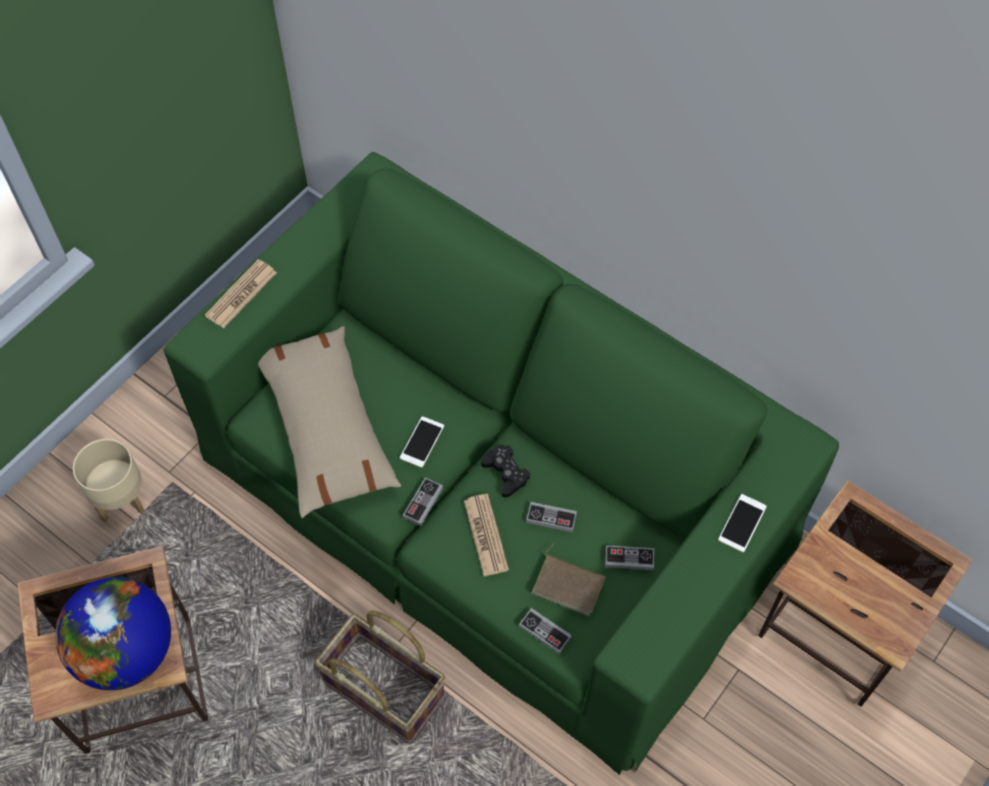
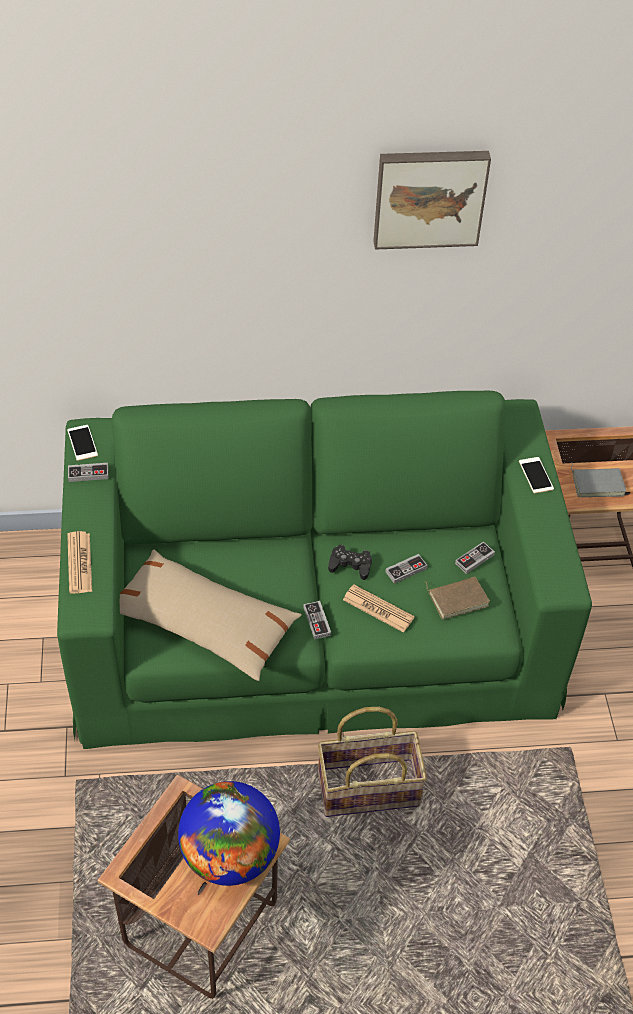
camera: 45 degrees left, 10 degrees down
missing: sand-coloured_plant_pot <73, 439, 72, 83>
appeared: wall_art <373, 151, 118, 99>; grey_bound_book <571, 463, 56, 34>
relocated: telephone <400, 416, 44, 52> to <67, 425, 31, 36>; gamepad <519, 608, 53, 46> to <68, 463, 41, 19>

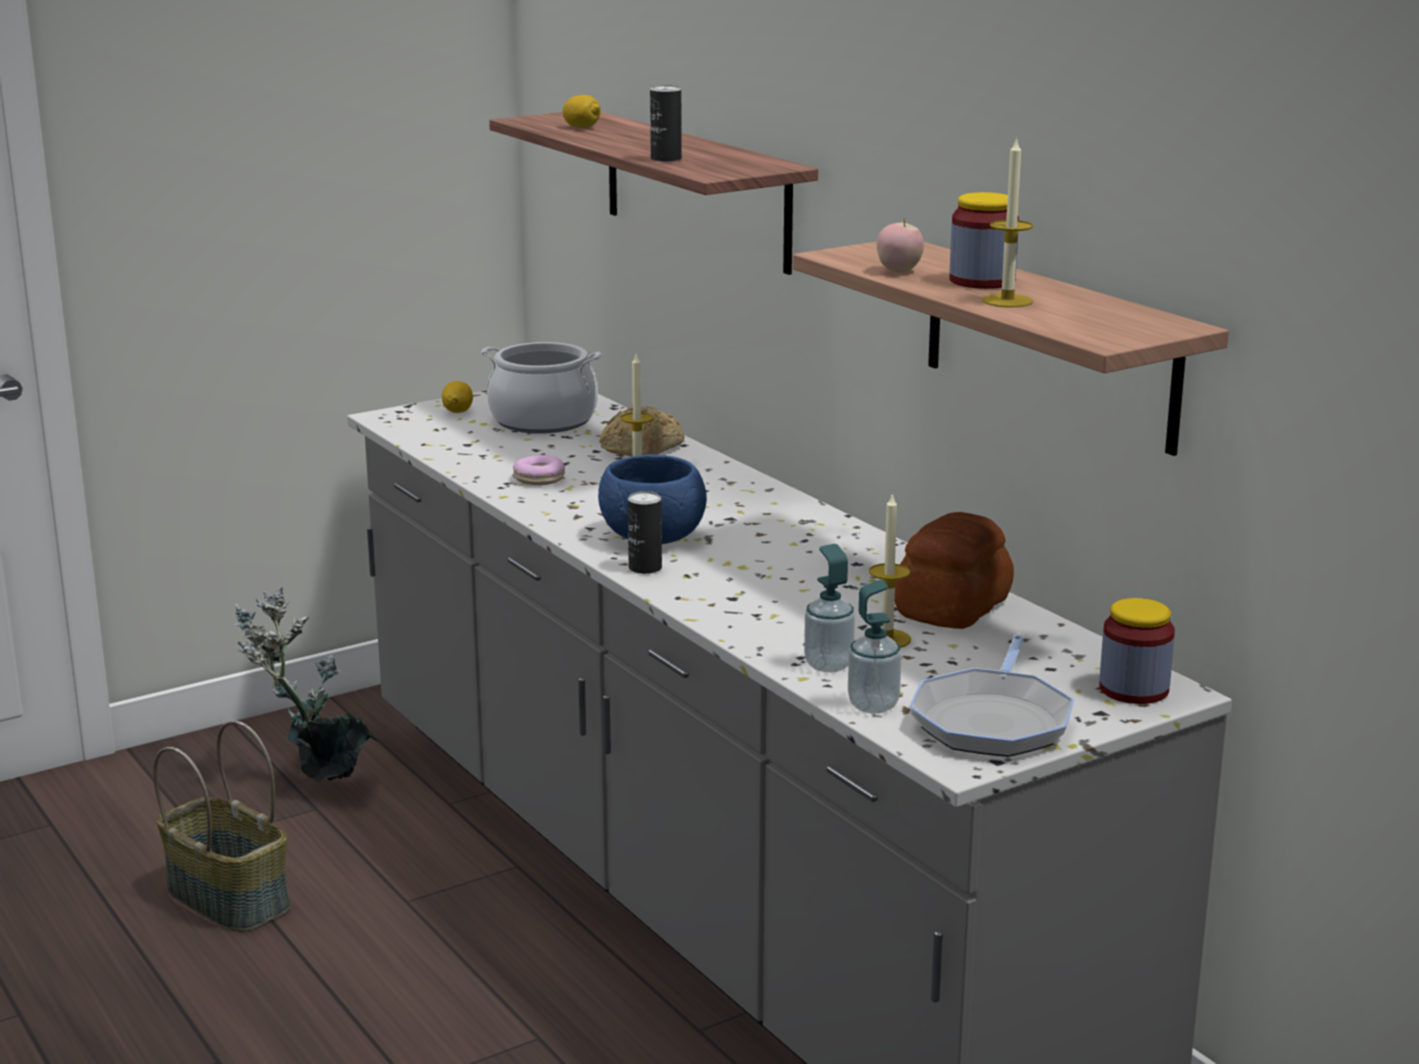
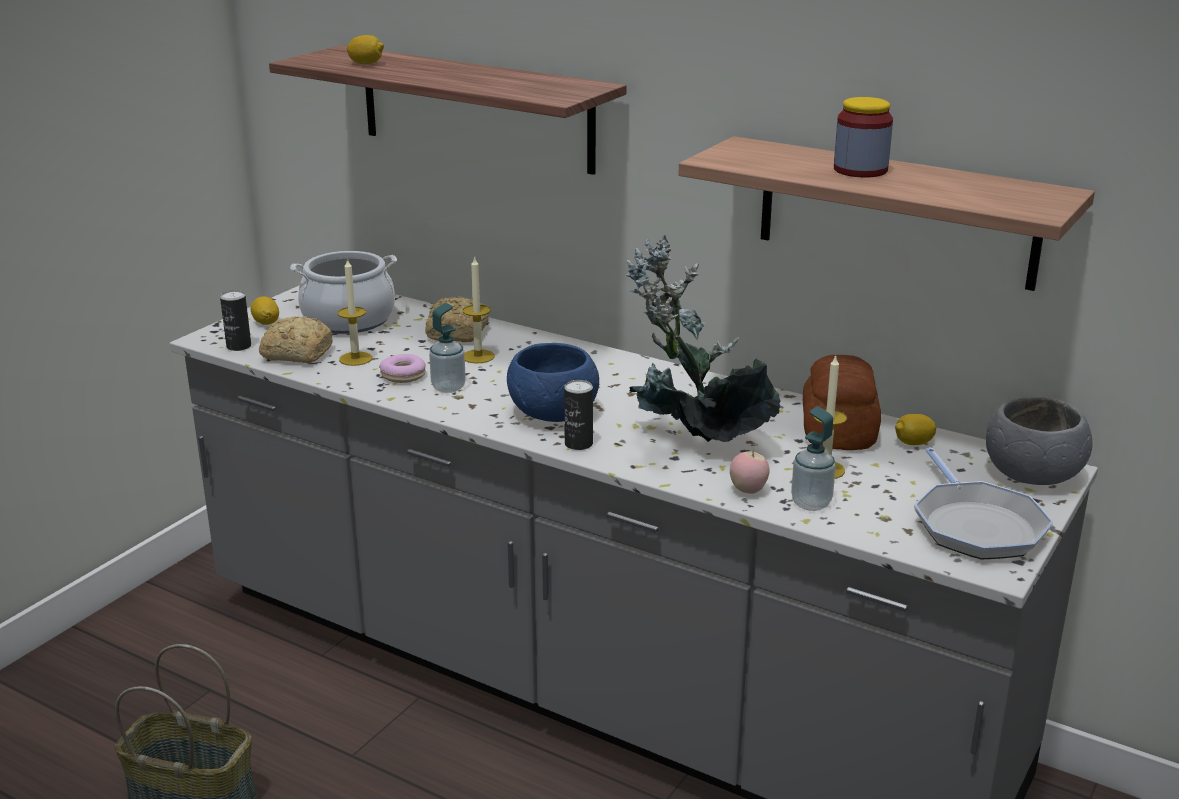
camera: 25 degrees left, 5 degrees up
appeared: bread <259, 316, 74, 47>; citrus_fruit <895, 414, 41, 31>
relocated: potted_plant <234, 587, 144, 195> to <625, 235, 155, 207>; can <650, 85, 32, 77> to <220, 290, 31, 61>; soap_bottle <848, 580, 54, 133> to <429, 303, 37, 90>; apple <877, 218, 47, 55> to <730, 451, 40, 43>; wax_light <982, 137, 52, 171> to <338, 258, 34, 108>
exchanged: preserve_jar <1099, 598, 76, 106> to grey_serving_bowl <986, 397, 107, 88>

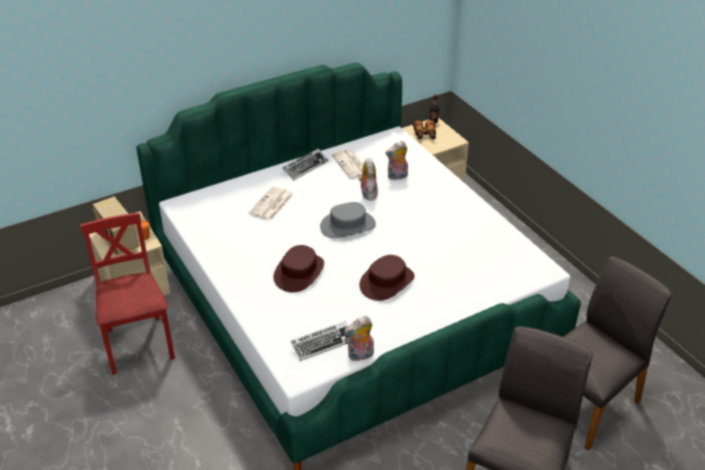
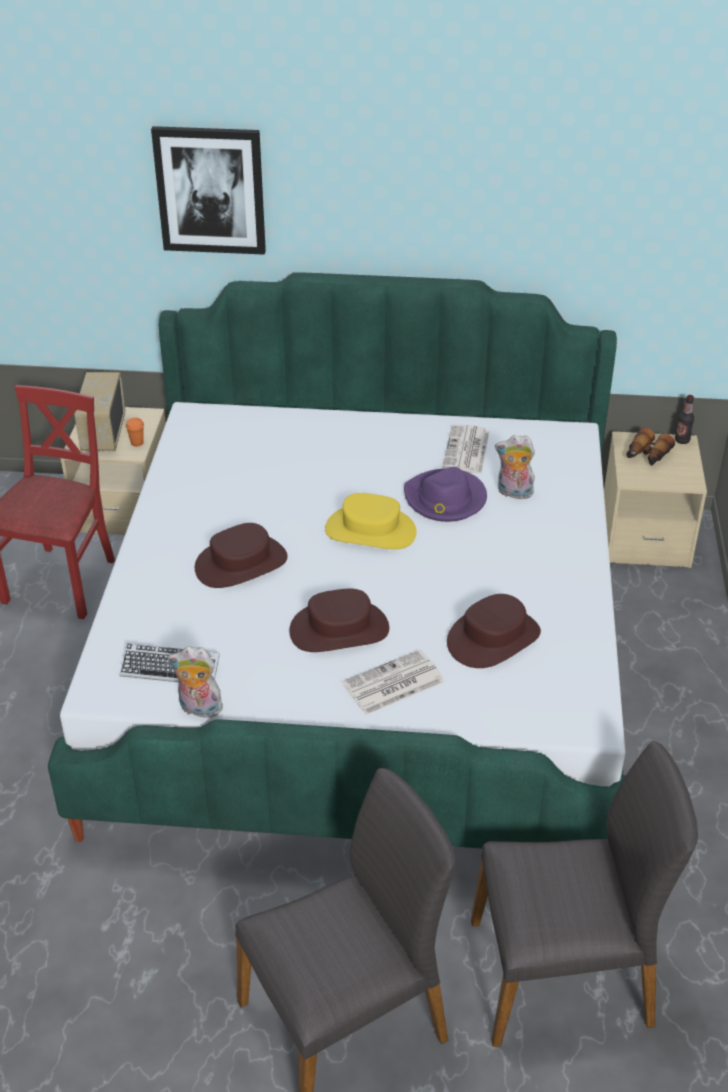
camera: 35 degrees right, 0 degrees up
missing: PC_keyboard <282, 149, 47, 32>
appeared: wall_art <151, 126, 115, 129>; brown_clothing_hat <447, 594, 94, 74>
relocated: daily_paper <249, 186, 45, 35> to <342, 650, 103, 65>
exchanged: soft_toy <359, 157, 19, 44> to purple-coloured_clothing_hat <404, 467, 83, 55>
colour: grey_clothing_hat <320, 202, 56, 36> to yellowish_clothing_hat <325, 493, 92, 56>

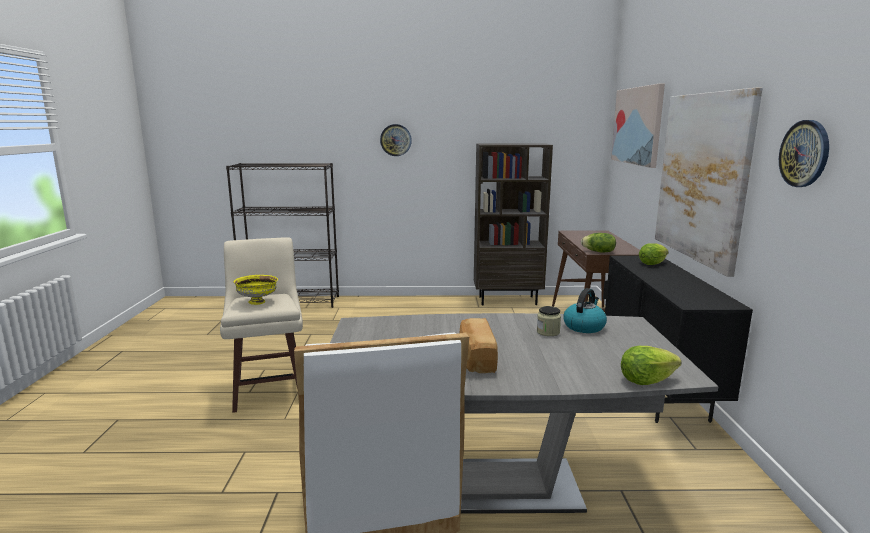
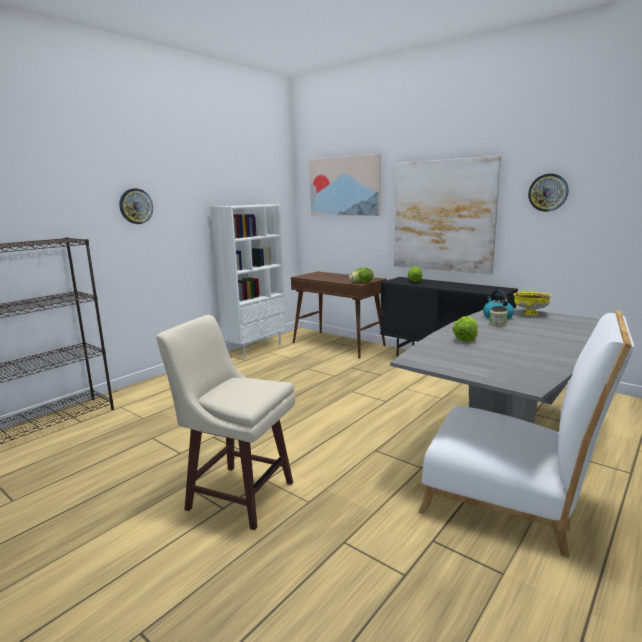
camera: 50 degrees left, 0 degrees up
missing: bread <460, 318, 38, 55>
relocated: yellowish_serving_bowl <234, 275, 44, 30> to <513, 292, 38, 24>; head_of_lettuce <621, 346, 61, 39> to <452, 316, 26, 26>
colour: brown_bookshelf <474, 143, 79, 162> to whitish_bookshelf <210, 204, 76, 154>

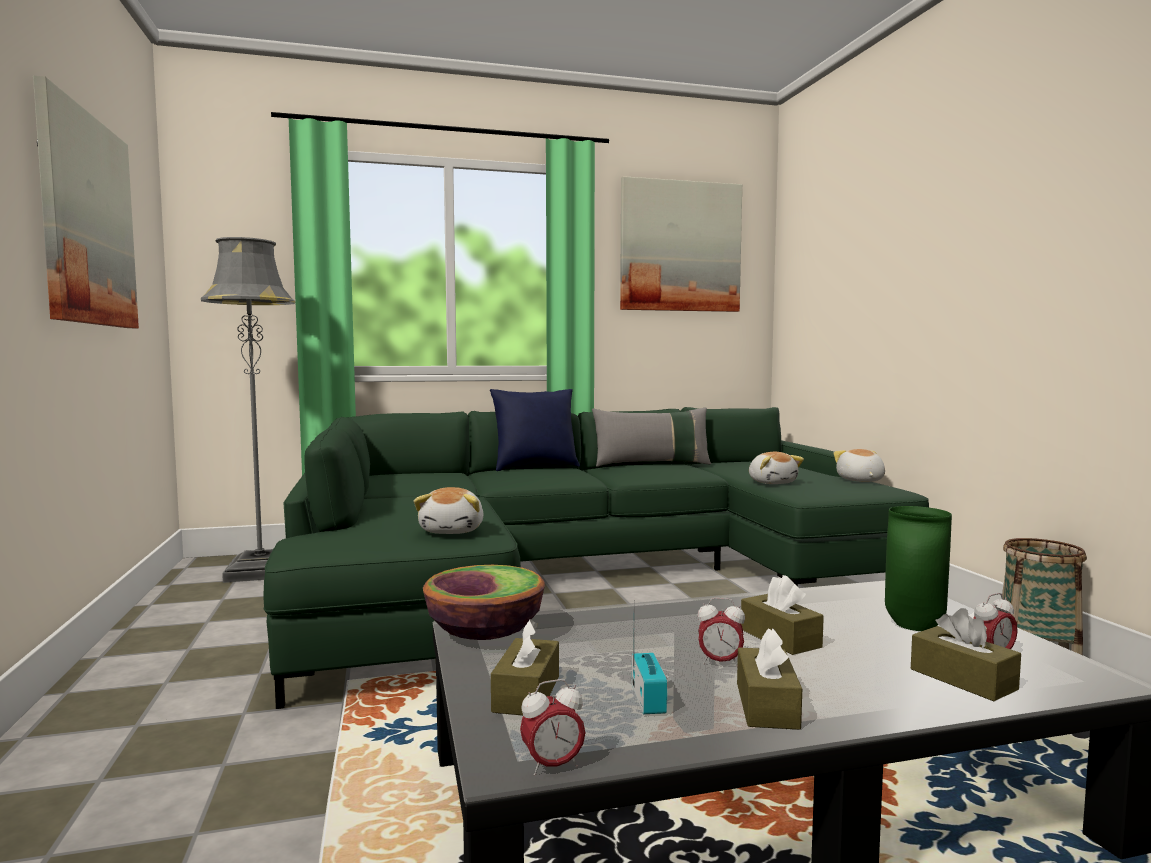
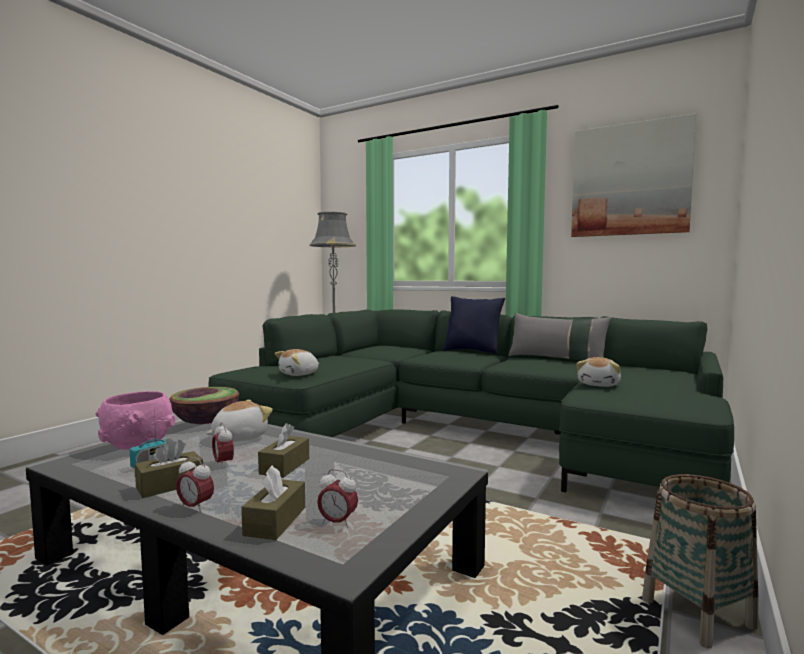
camera: 45 degrees right, 0 degrees up
missing: wall_art <33, 76, 106, 252>; green_vase <885, 506, 67, 125>
relocated: alarm_clock <520, 679, 65, 97> to <176, 457, 38, 56>; soft_toy <833, 449, 52, 33> to <206, 400, 67, 42>
exchanged: brown_tissue_holder <491, 619, 68, 96> to pinkish_serving_bowl <95, 391, 80, 59>

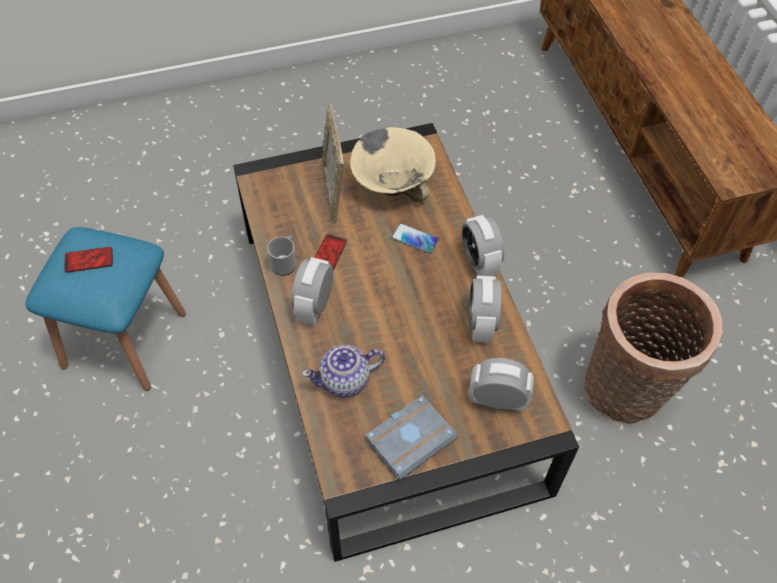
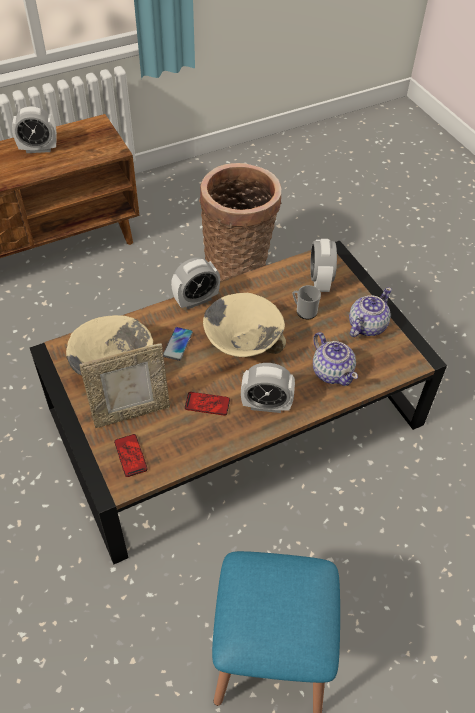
camera: 100 degrees left, 5 degrees down
appeared: sand-coloured_serving_bowl <203, 293, 83, 64>
relocated: telephone <65, 247, 48, 26> to <114, 434, 34, 43>; mug <267, 236, 29, 40> to <292, 285, 29, 34>; alarm_clock <469, 276, 33, 67> to <12, 106, 45, 47>
exchanged: grey_bound_book <366, 395, 92, 85> to teapot <349, 287, 43, 50>

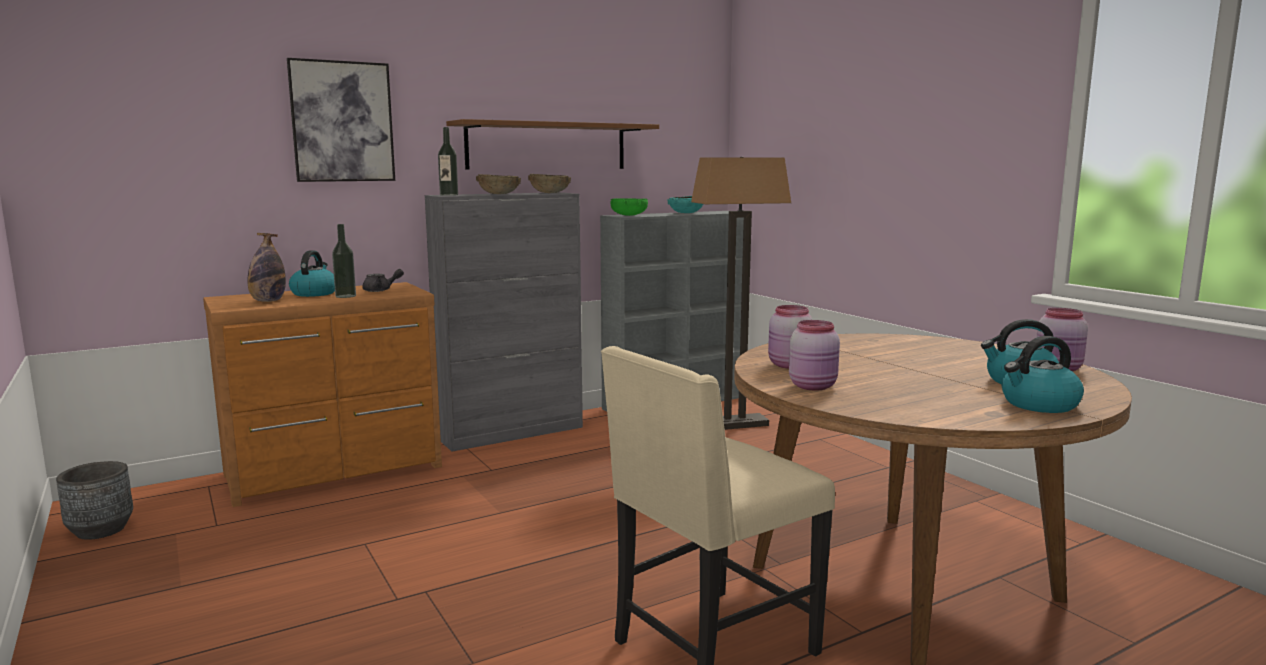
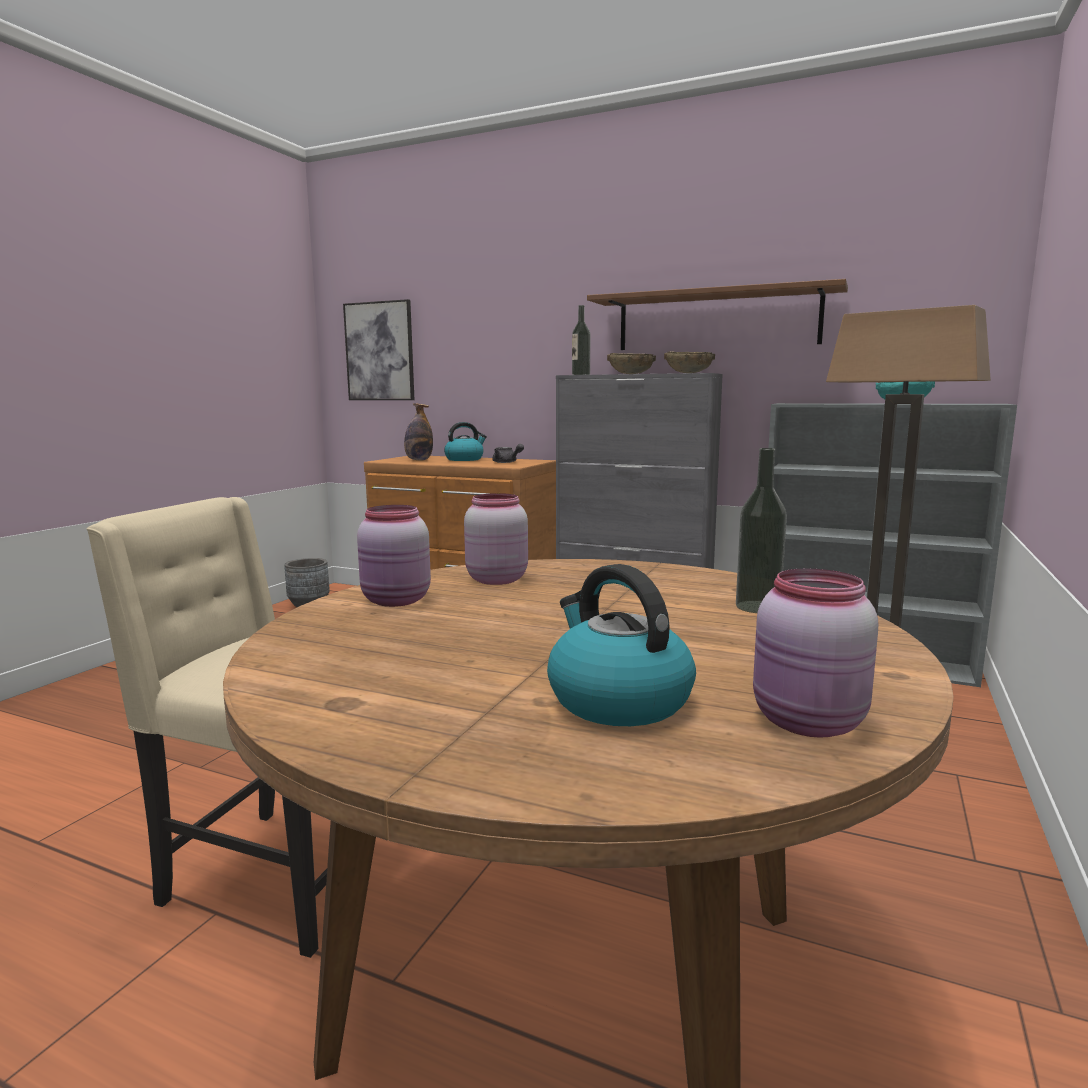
camera: 55 degrees right, 0 degrees up
missing: green_serving_bowl <610, 198, 38, 18>; kettle <1002, 336, 82, 77>
relocated: wall_art <287, 58, 108, 124> to <343, 299, 71, 101>; beverage_bottle <332, 224, 24, 74> to <736, 448, 51, 165>

